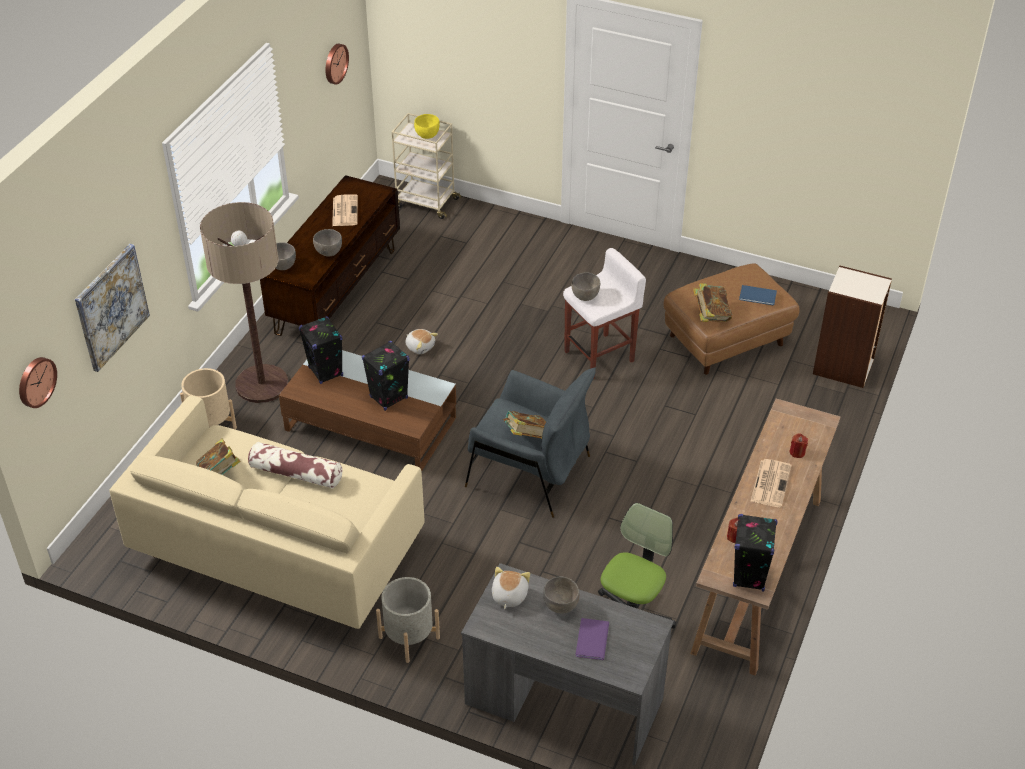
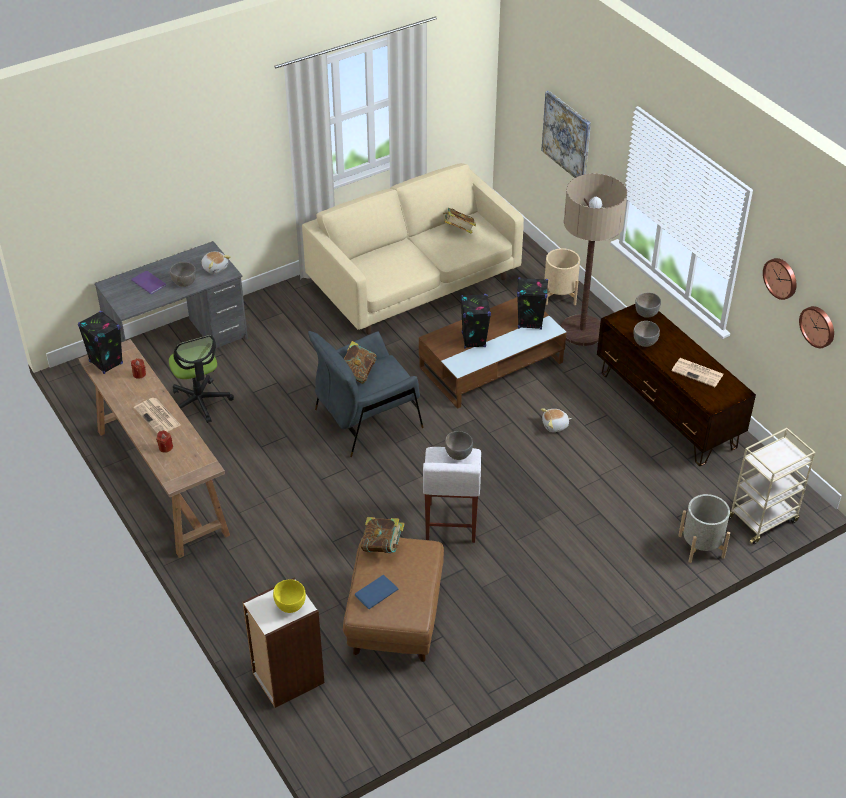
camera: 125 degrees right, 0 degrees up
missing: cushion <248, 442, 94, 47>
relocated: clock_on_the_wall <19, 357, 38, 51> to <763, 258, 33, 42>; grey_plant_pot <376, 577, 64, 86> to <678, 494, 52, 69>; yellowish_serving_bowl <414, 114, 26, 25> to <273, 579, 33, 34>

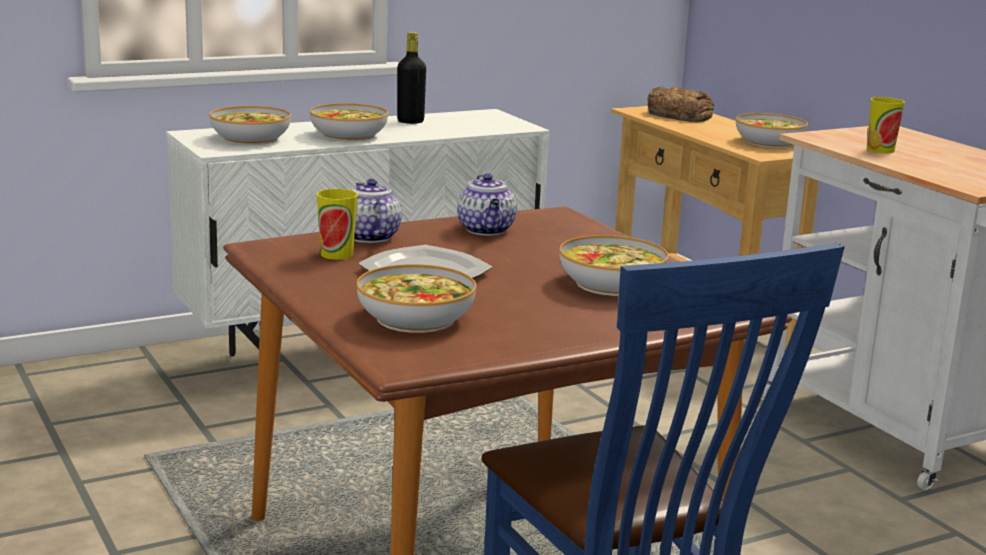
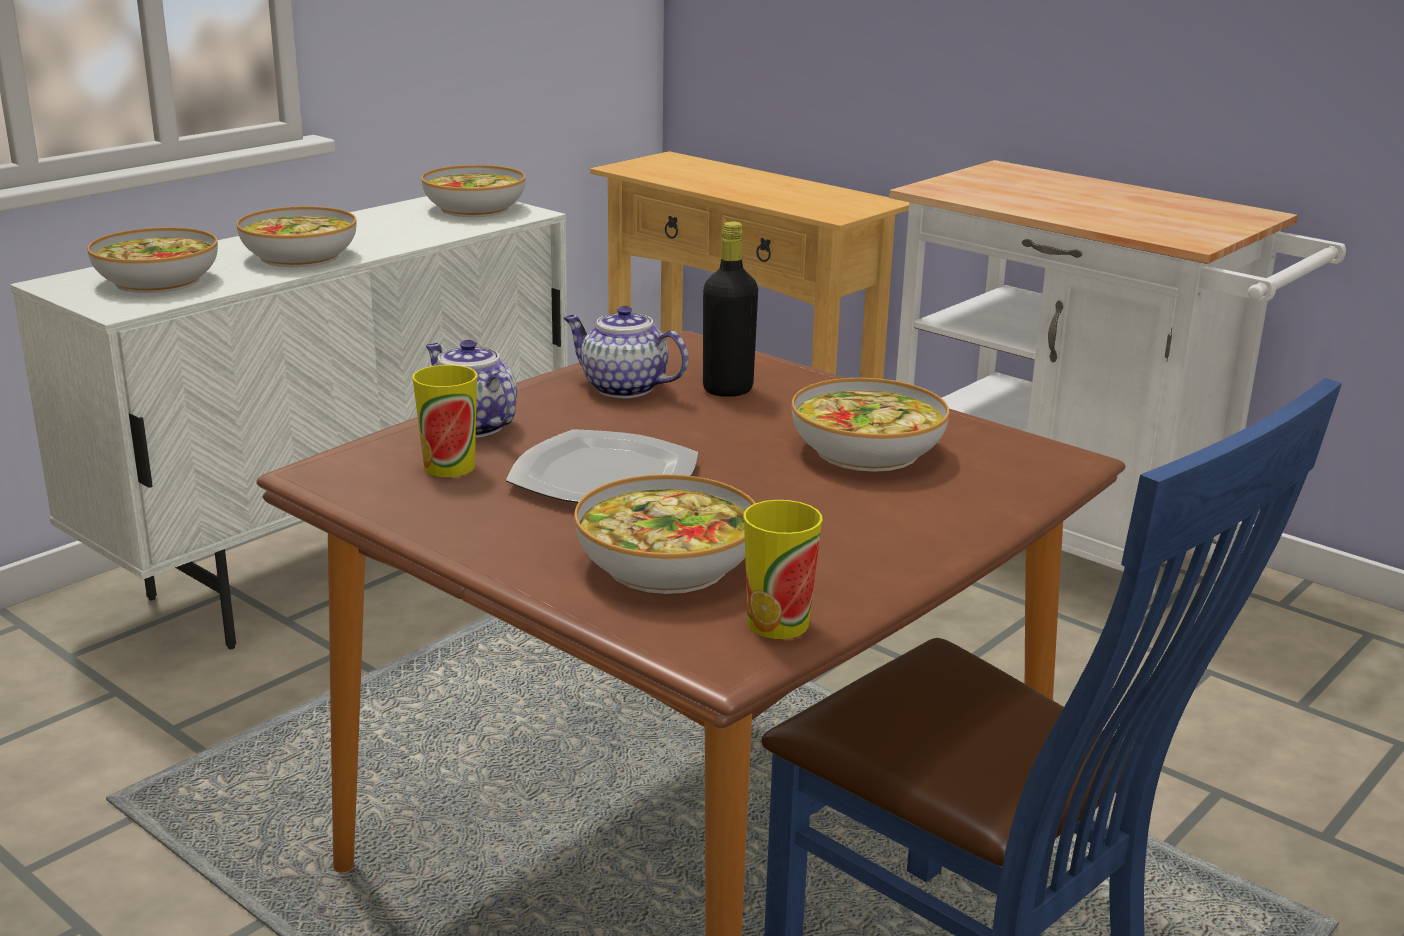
camera: 20 degrees left, 5 degrees up
missing: bread <647, 86, 67, 36>
relocated: blackish_beverage_bottle <397, 32, 29, 92> to <703, 222, 55, 175>; serving_bowl <736, 113, 72, 35> to <421, 165, 105, 52>; small_cup <868, 97, 37, 56> to <744, 500, 78, 139>
spun: teapot <457, 173, 60, 62> = <564, 306, 124, 92> 150 degrees clockwise

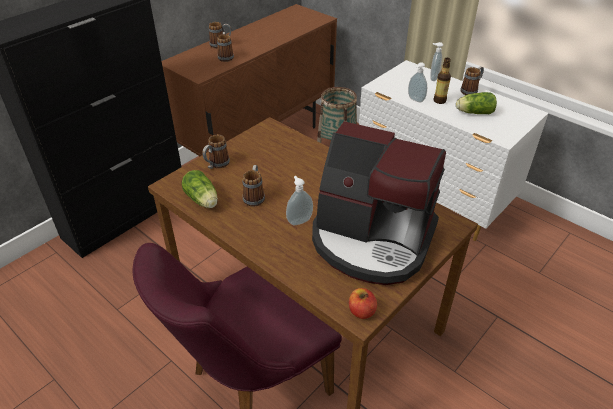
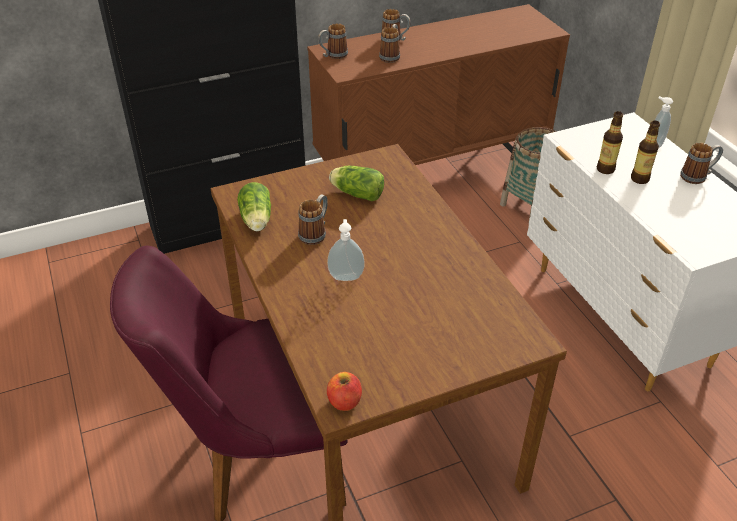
camera: 25 degrees right, 0 degrees up
missing: coffee_maker <312, 121, 134, 164>
relocated: mug <202, 134, 28, 35> to <318, 23, 30, 36>; head_of_lettuce <456, 92, 41, 22> to <329, 166, 55, 35>
exchanged: soap_bottle <408, 62, 19, 40> to beverage_bottle <597, 111, 26, 63>

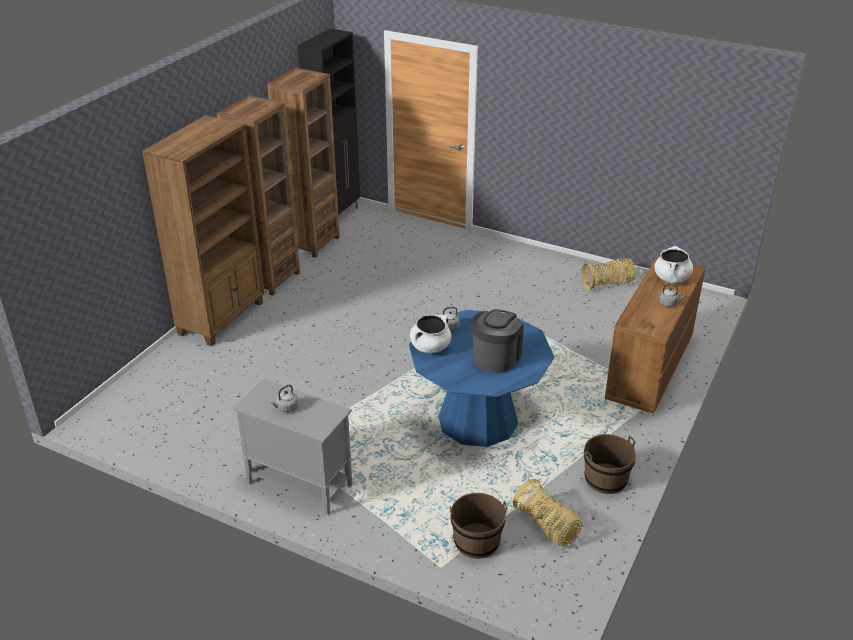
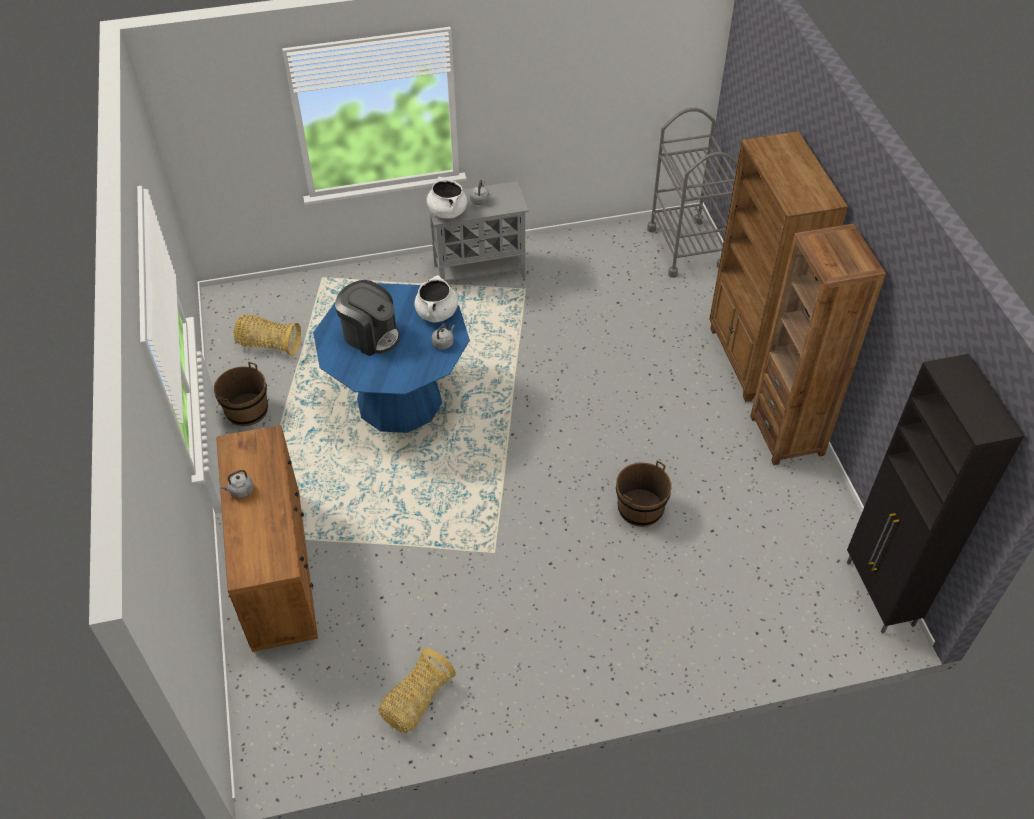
camera: 140 degrees right, 15 degrees up
missing: brown_bookshelf <267, 67, 73, 191>
appeared: grey_trolley <647, 108, 91, 170>
relocated: brown_pail <450, 493, 57, 66> to <616, 460, 56, 67>; whitish_stockpot <654, 246, 39, 37> to <427, 177, 40, 42>
spun: coffee_maker <471, 309, 53, 64> = <335, 280, 65, 76> 45 degrees counterclockwise

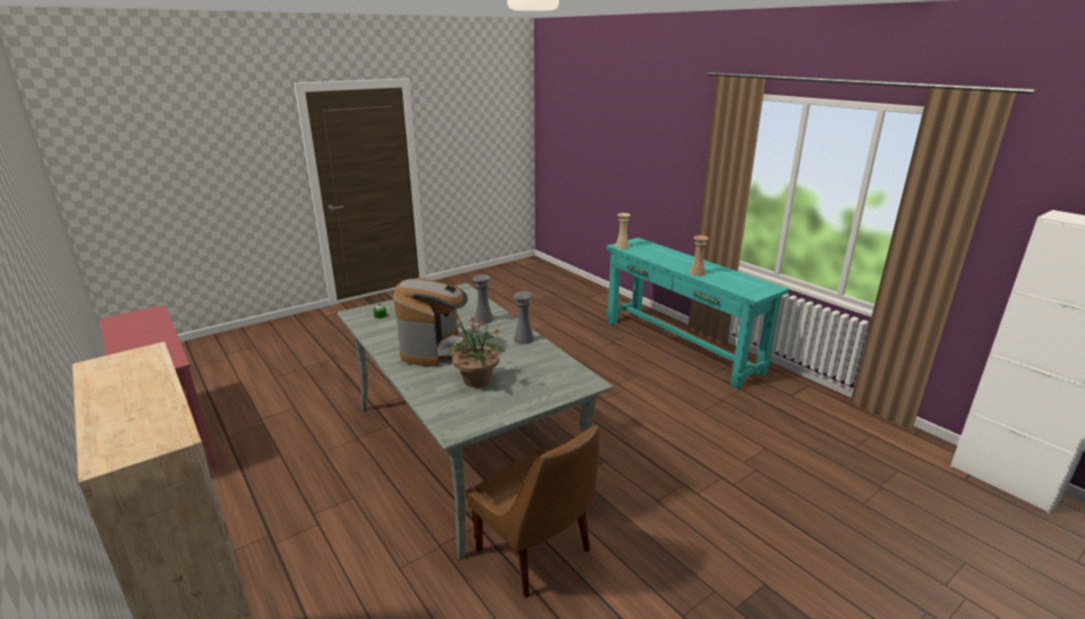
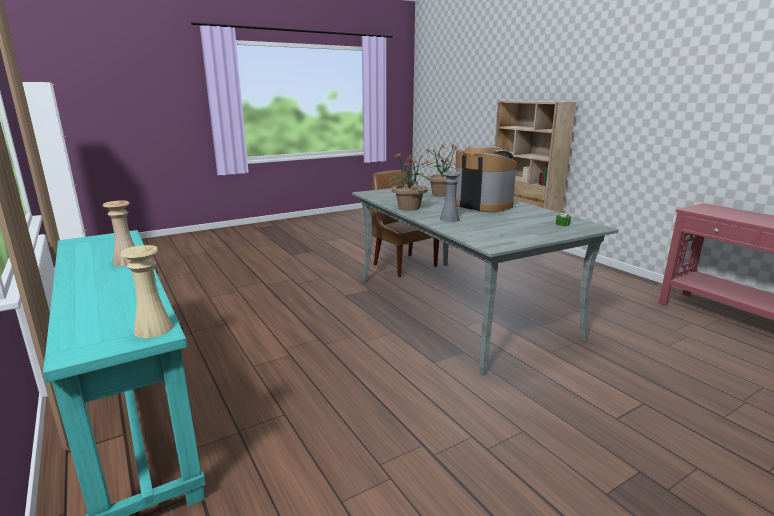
camera: 175 degrees left, 5 degrees down
exchanged: grey_vase <514, 291, 20, 53> to potted_plant <389, 152, 44, 59>
spun: coffee_maker <393, 278, 75, 89> = <456, 145, 61, 67> 120 degrees clockwise

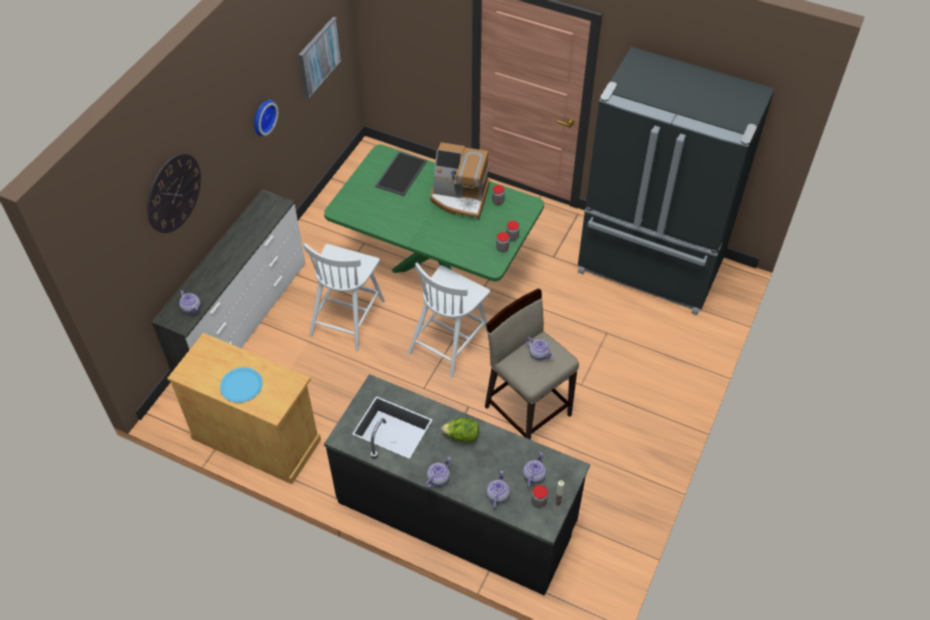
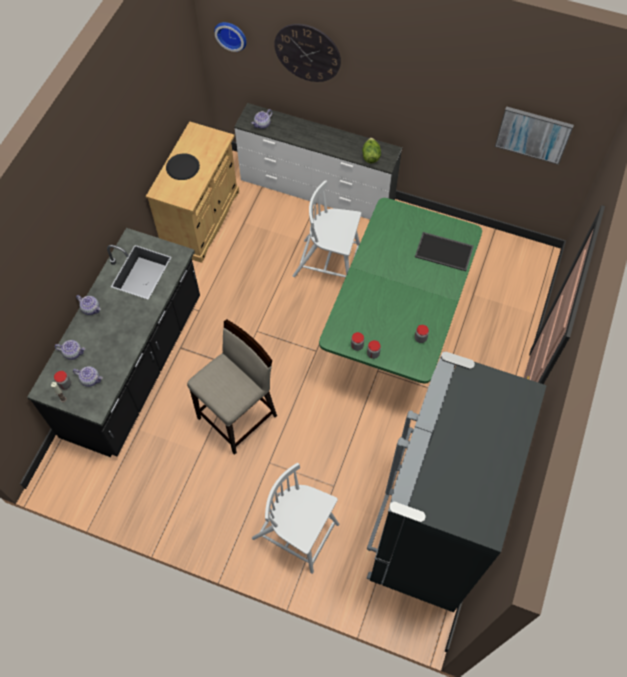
camera: 85 degrees right, 10 degrees up
missing: coffee_maker <430, 142, 60, 78>; teapot <526, 337, 28, 23>
relocated: clock_on_the_wall <254, 100, 24, 36> to <214, 22, 32, 30>; whitish_chair <408, 263, 82, 115> to <252, 463, 87, 111>; head_of_lettuce <441, 418, 38, 24> to <362, 138, 19, 25>
colour: blue-coloured_flat_dish <220, 367, 43, 36> to blackish_flat_dish <166, 153, 34, 27>

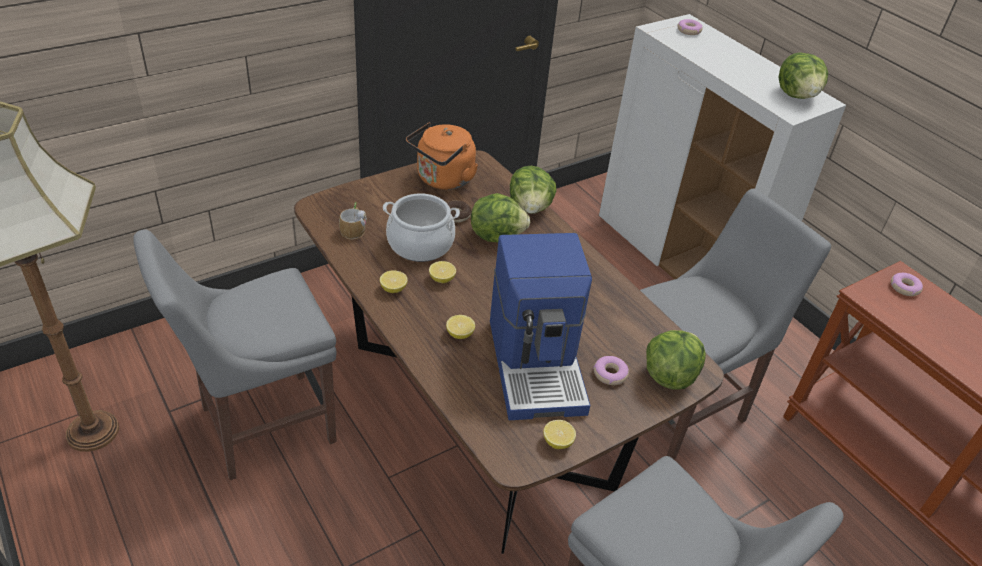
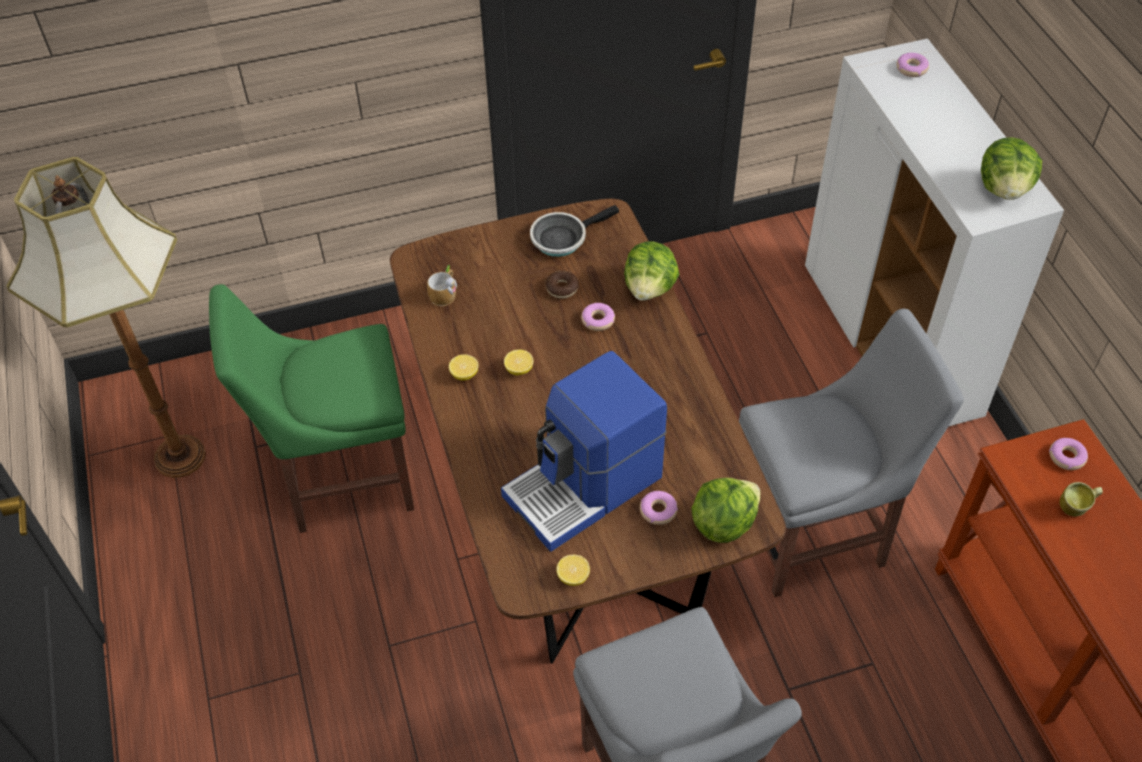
camera: 20 degrees right, 10 degrees up
missing: stockpot <383, 193, 77, 69>; citrus_fruit <446, 315, 29, 24>
appeared: mug <1060, 482, 43, 34>
exchanged: orange_kettle <406, 122, 72, 68> to pan <530, 205, 89, 52>; head_of_lettuce <471, 193, 59, 49> to donut <581, 303, 34, 28>
colour: grey_chair <133, 229, 204, 251> to green_chair <209, 284, 205, 249>
spun: coffee_maker <490, 233, 102, 187> = <501, 351, 166, 201> 45 degrees clockwise

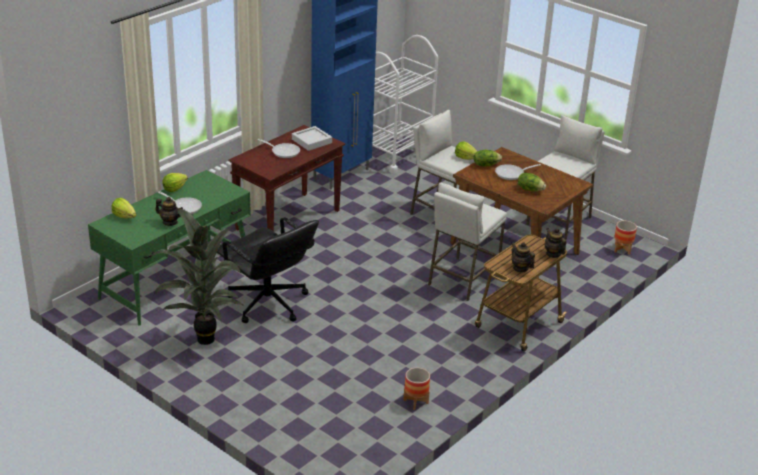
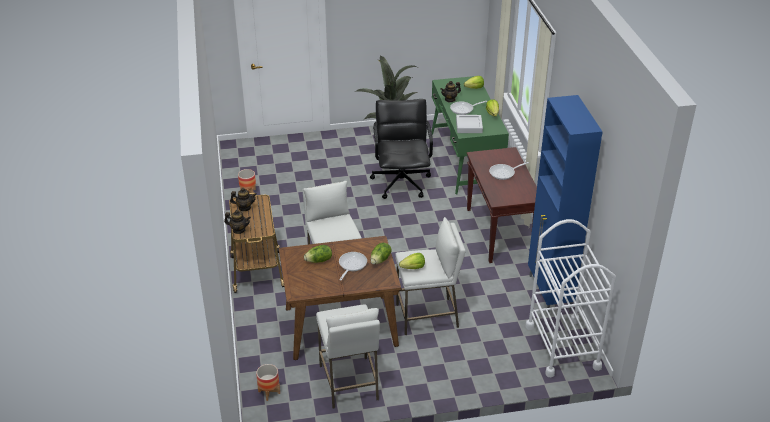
camera: 130 degrees right, 5 degrees up
relocated: grey_carrying_tray <292, 126, 40, 25> to <456, 115, 27, 18>
spun: blackish_office_chair <217, 217, 102, 106> = <370, 99, 63, 100> 90 degrees clockwise

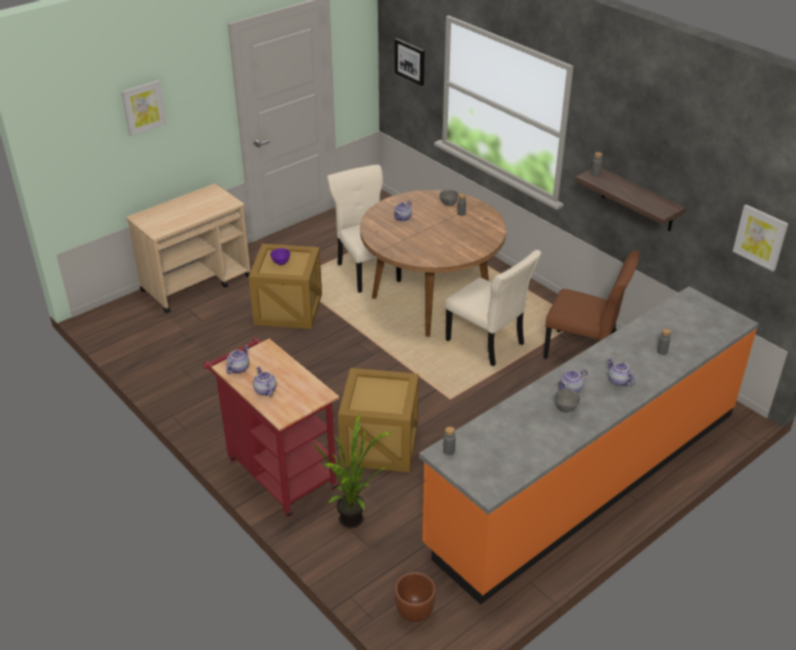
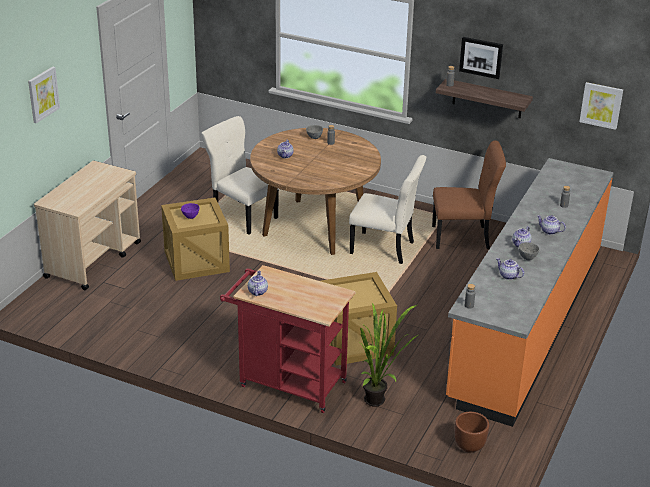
camera: 25 degrees left, 5 degrees down
relocated: teapot <253, 366, 24, 31> to <496, 258, 28, 22>; wall_art <395, 38, 30, 48> to <459, 37, 44, 42>

